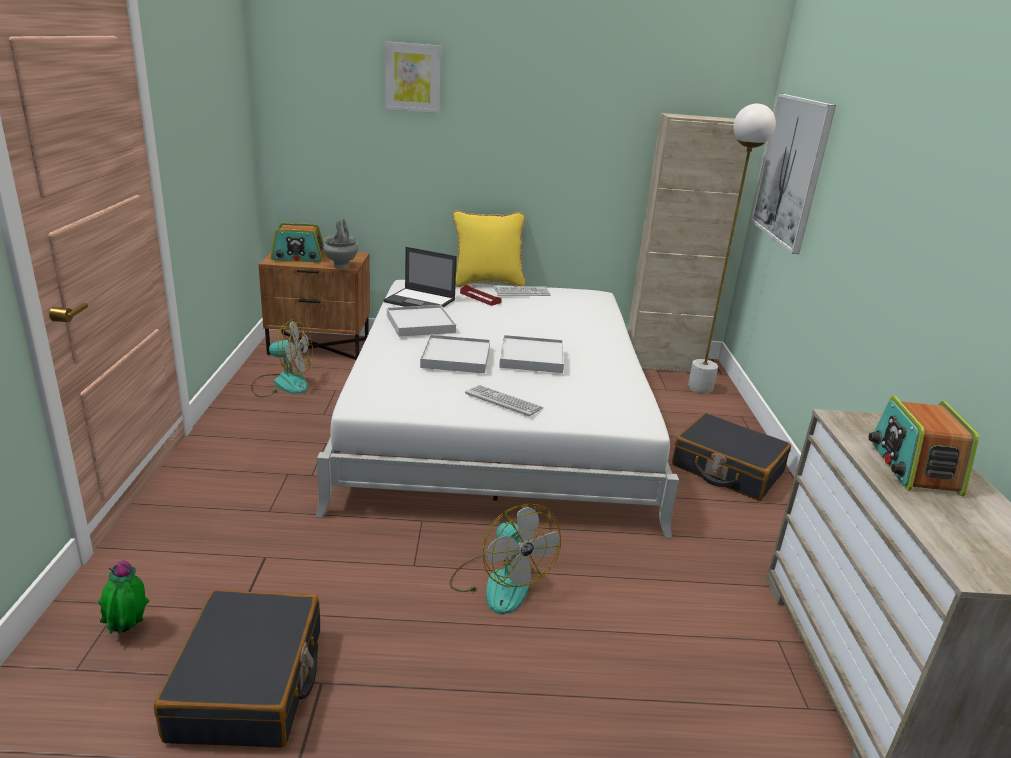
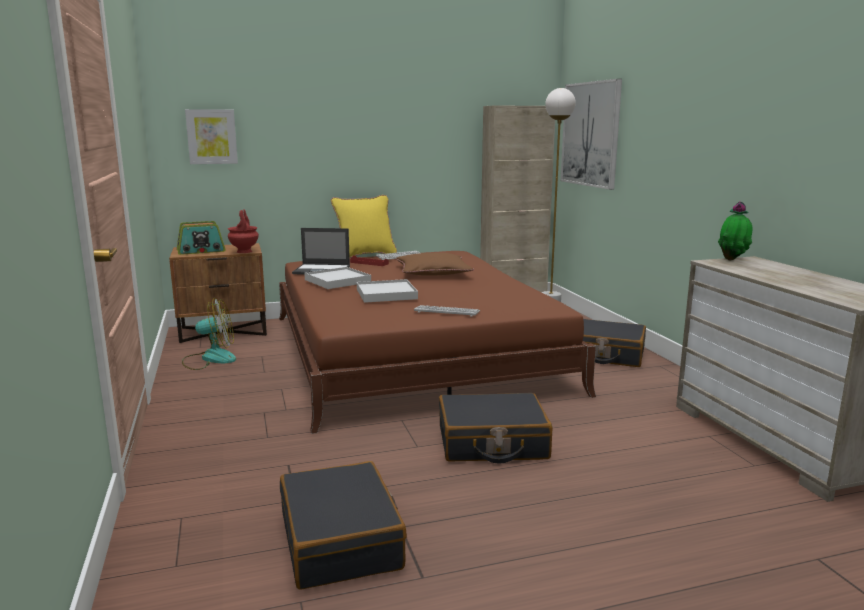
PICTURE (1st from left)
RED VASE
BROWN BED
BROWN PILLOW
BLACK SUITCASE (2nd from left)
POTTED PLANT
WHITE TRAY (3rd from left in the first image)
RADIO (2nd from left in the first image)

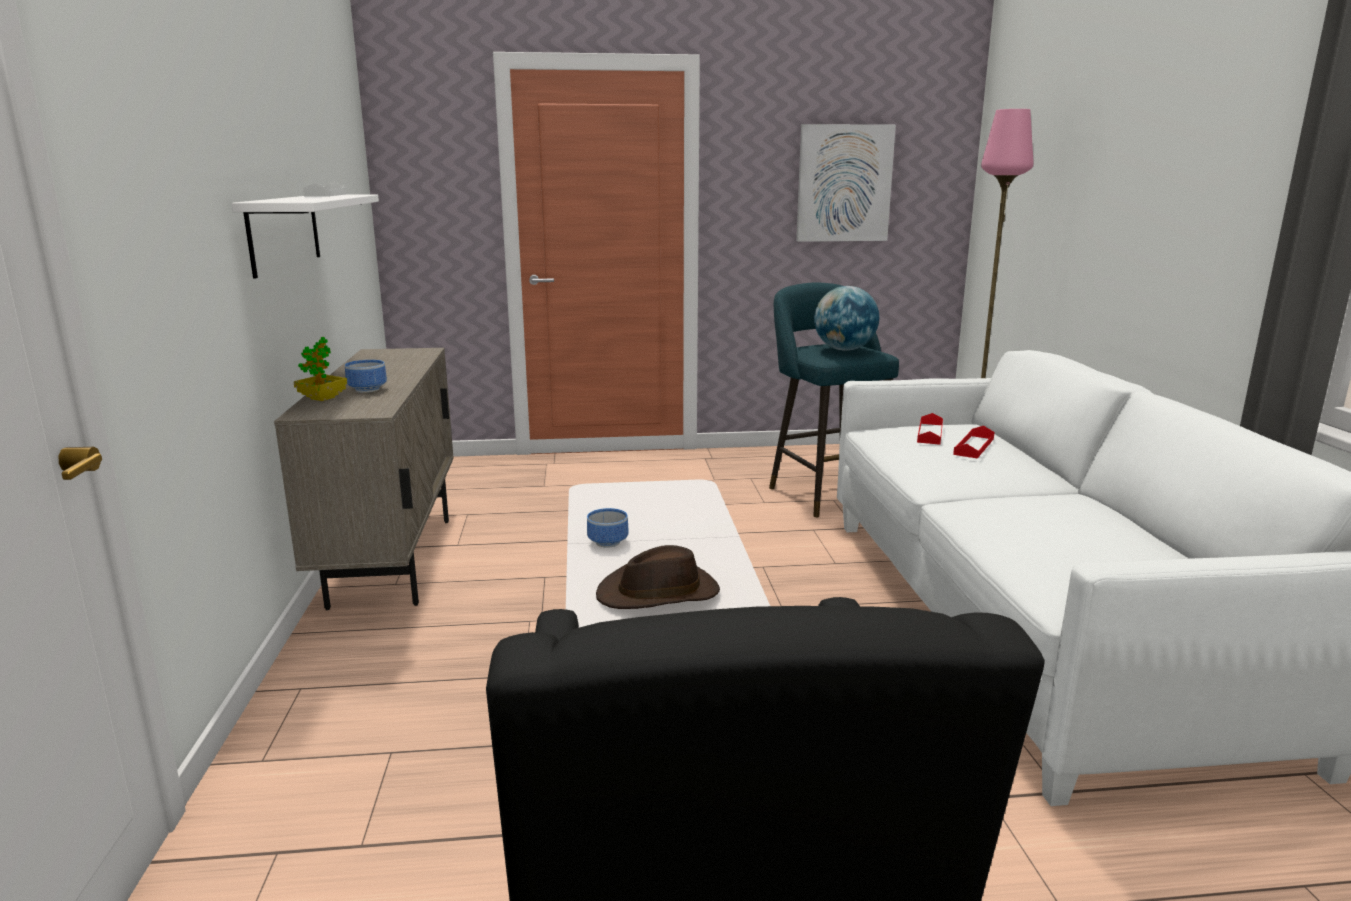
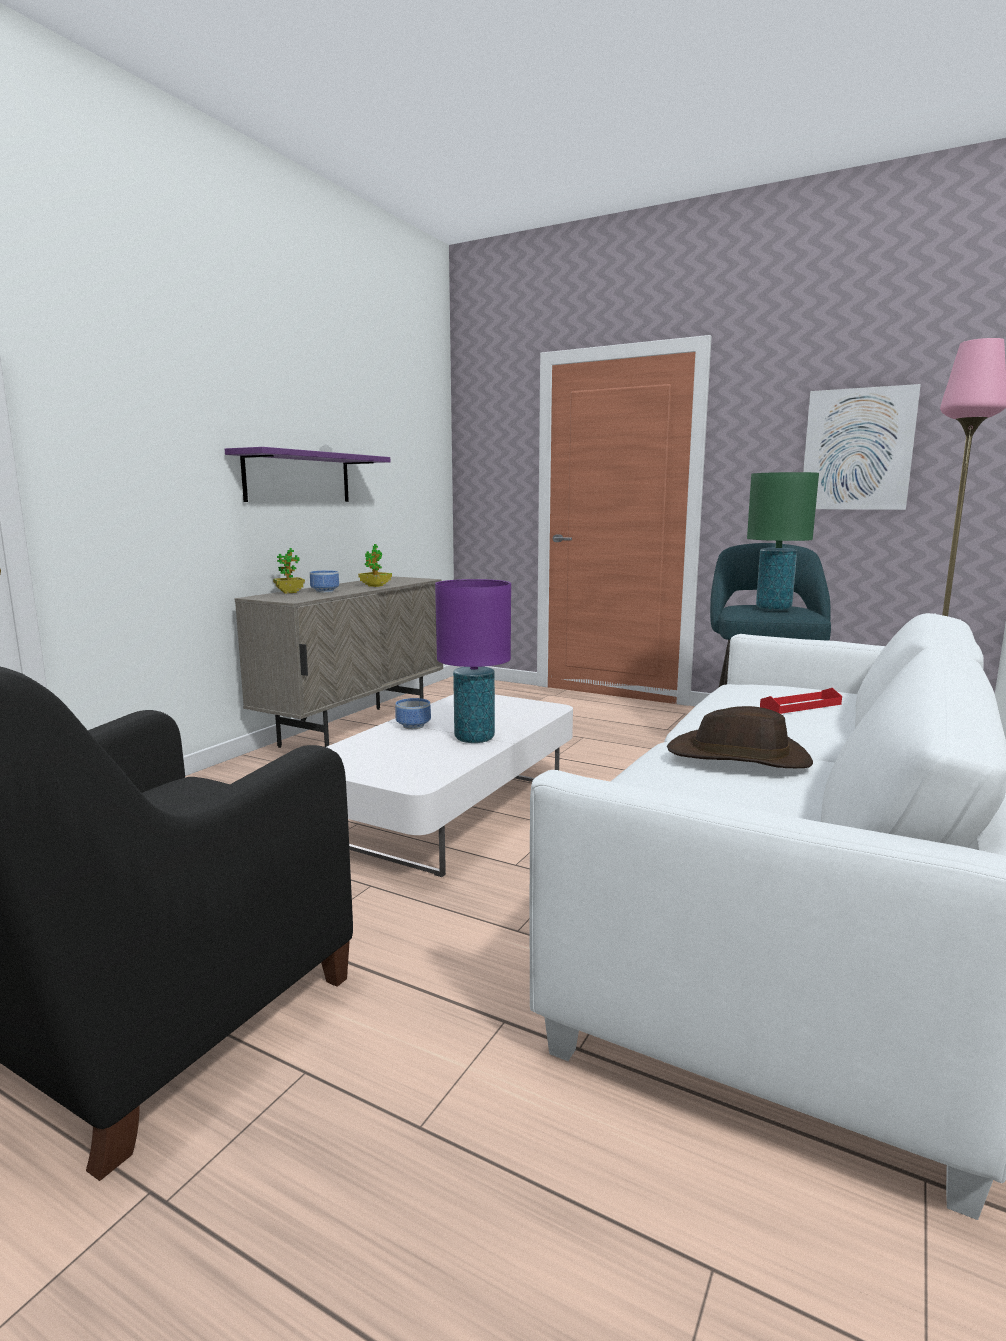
PURPLE SHELF
POTTED PLANT (2nd from left)
PURPLE TABLE LAMP
BROWN HAT
GREEN TABLE LAMP
RED TRAY (1st from left in the first image)

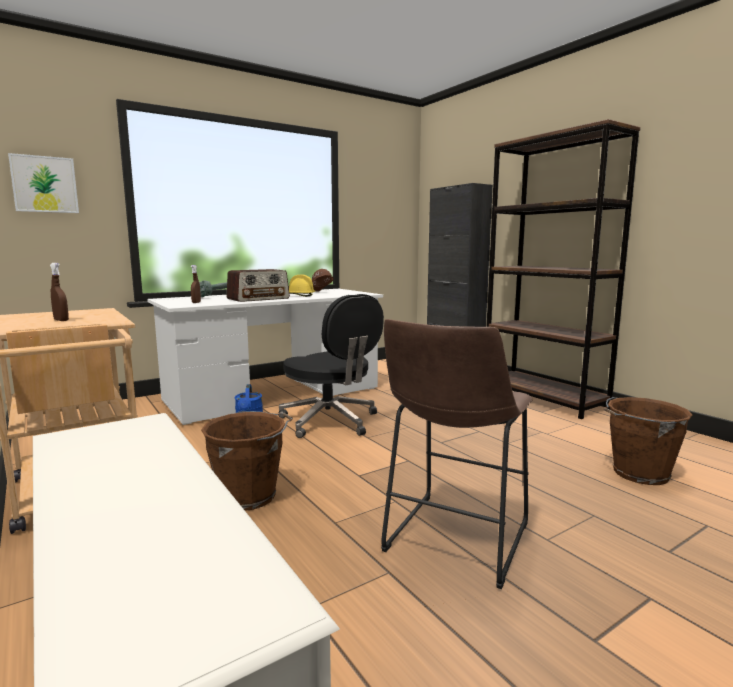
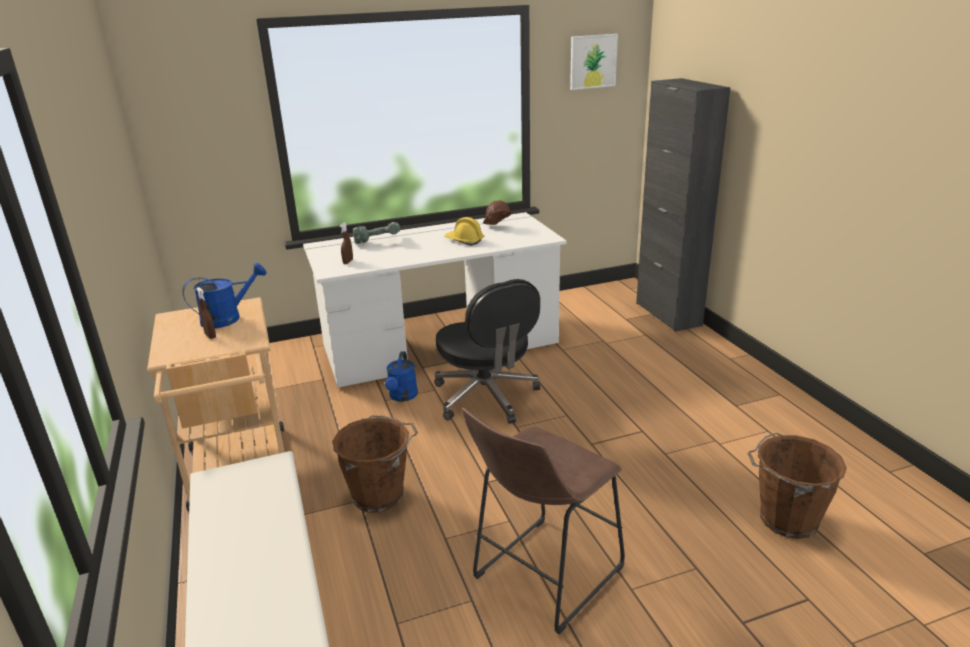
BLUE WATERING CAN (1st from left)
PICTURE
RADIO
BROWN BOOKCASE

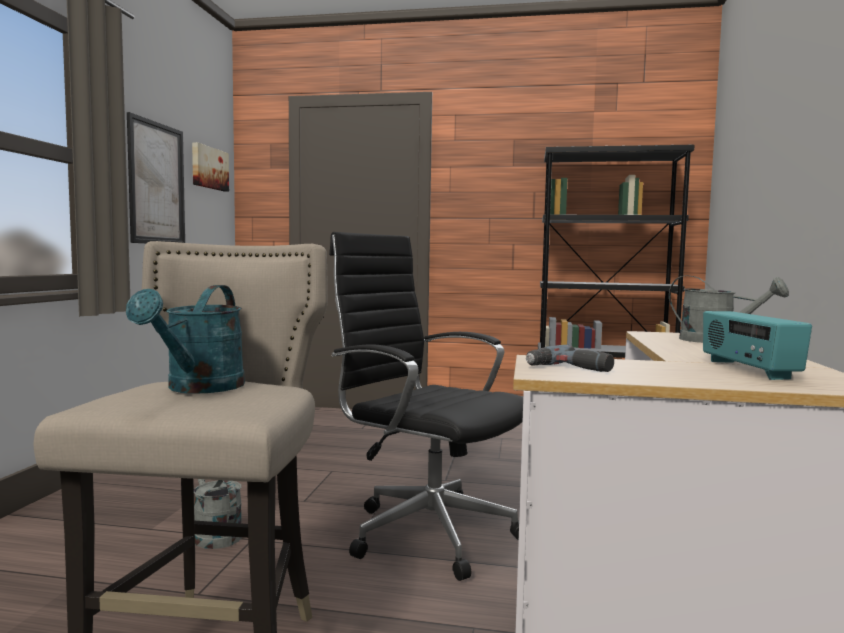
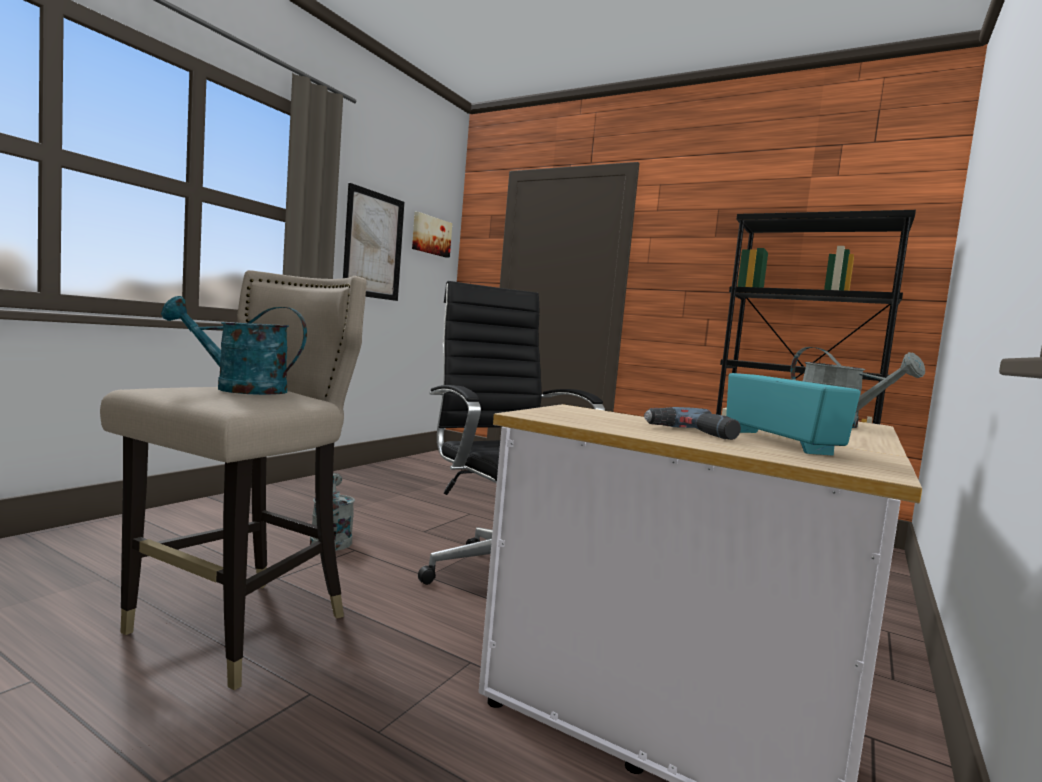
TURQUOISE WATERING CAN
POWER DRILL
RADIO

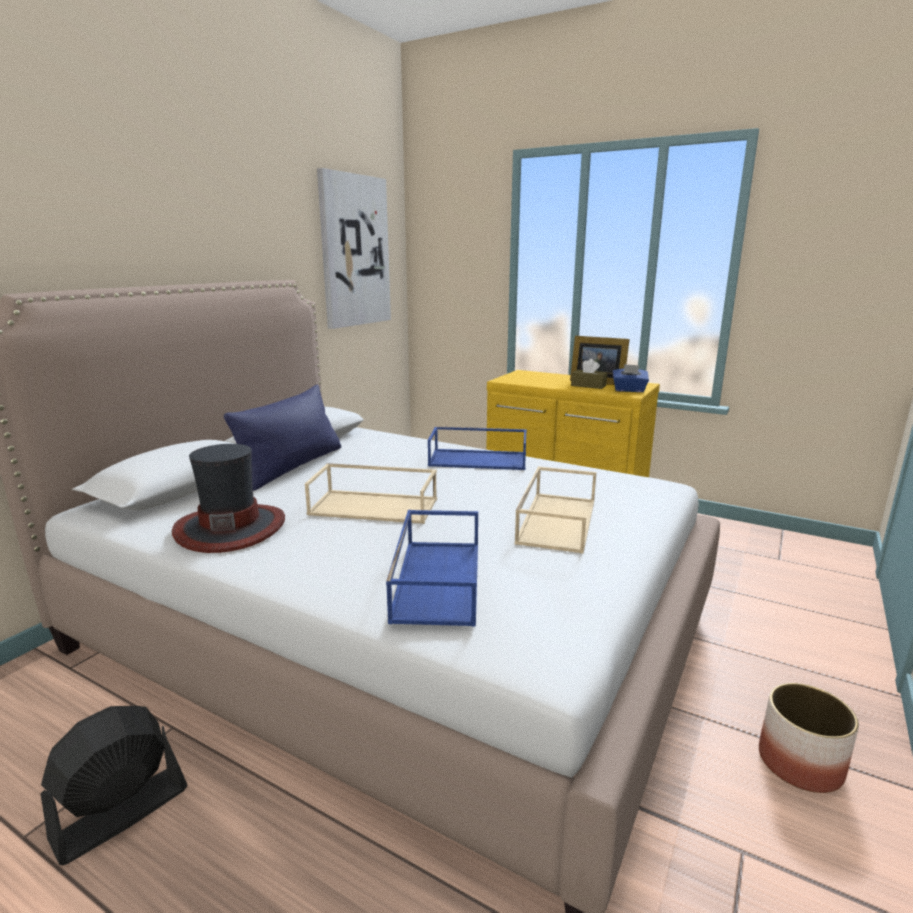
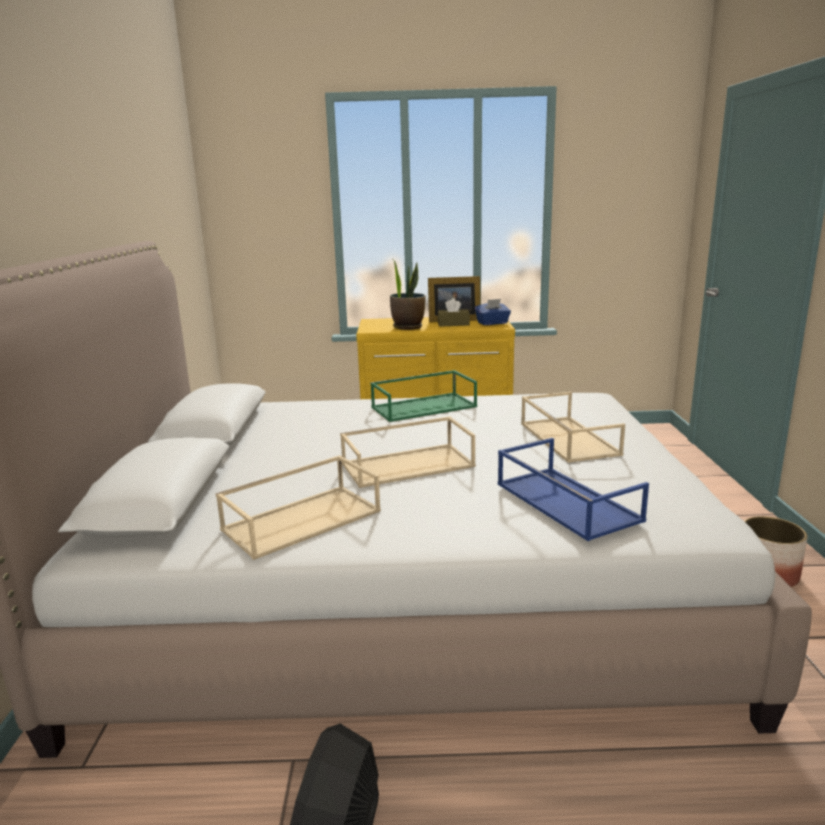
BEIGE TRAY (1st from left)
GREEN TRAY
POTTED PLANT
BLUE PILLOW
PICTURE

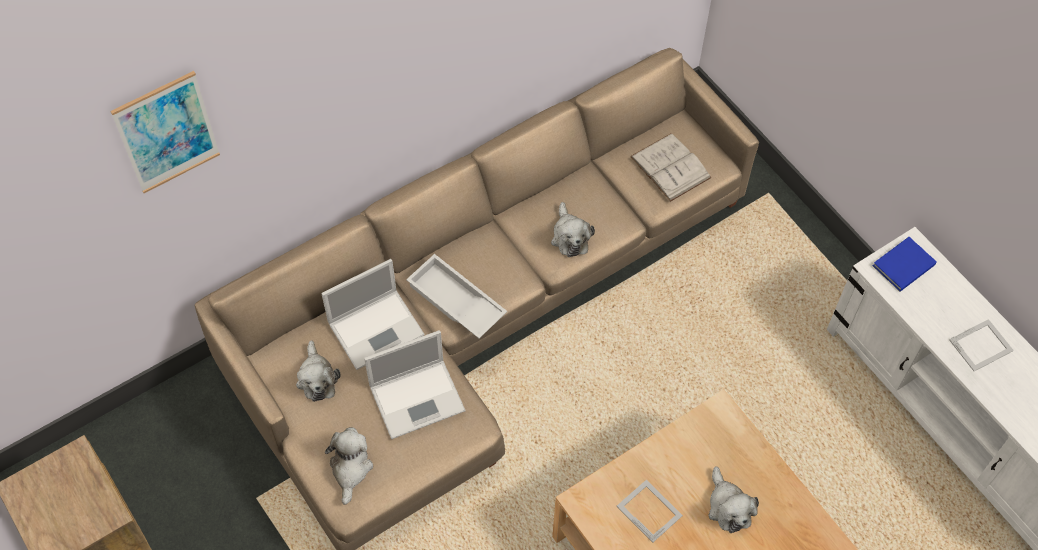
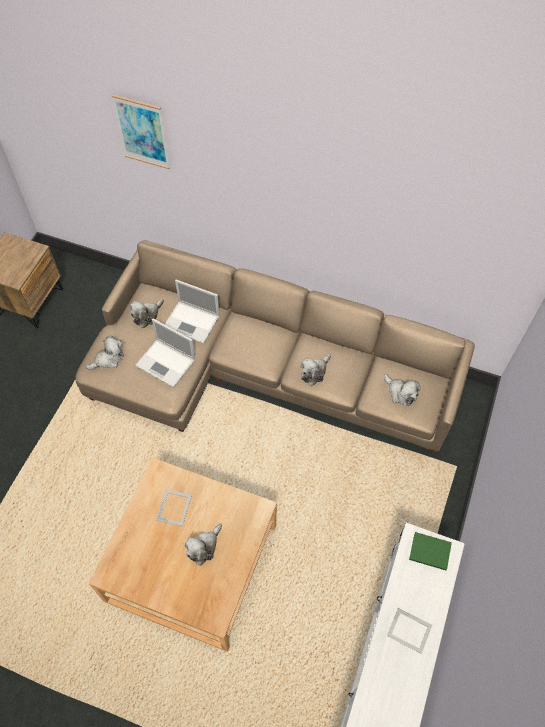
PLUSH TOY (5th from left)
GREEN BOOK
WHITE TRAY

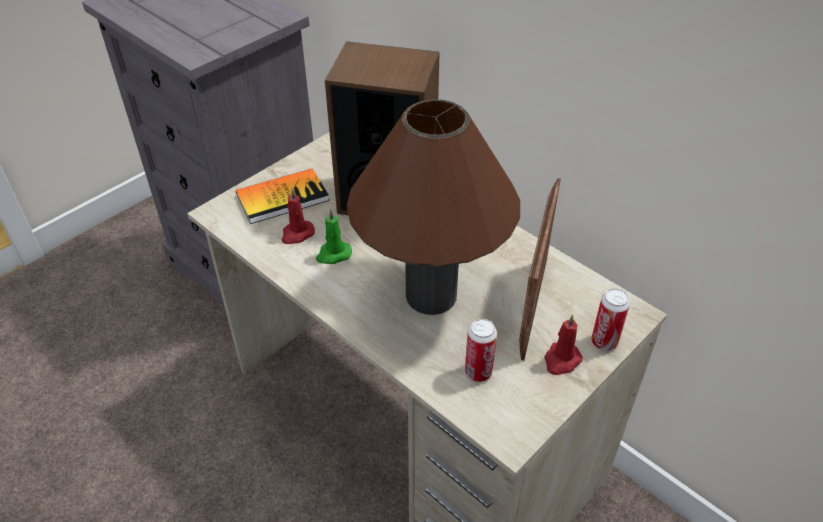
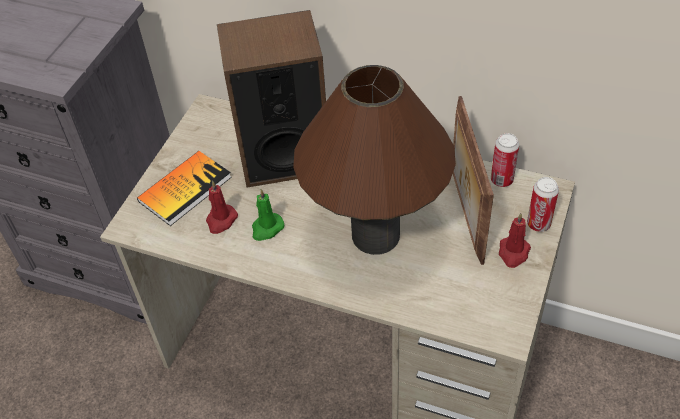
CAN (1st from left)

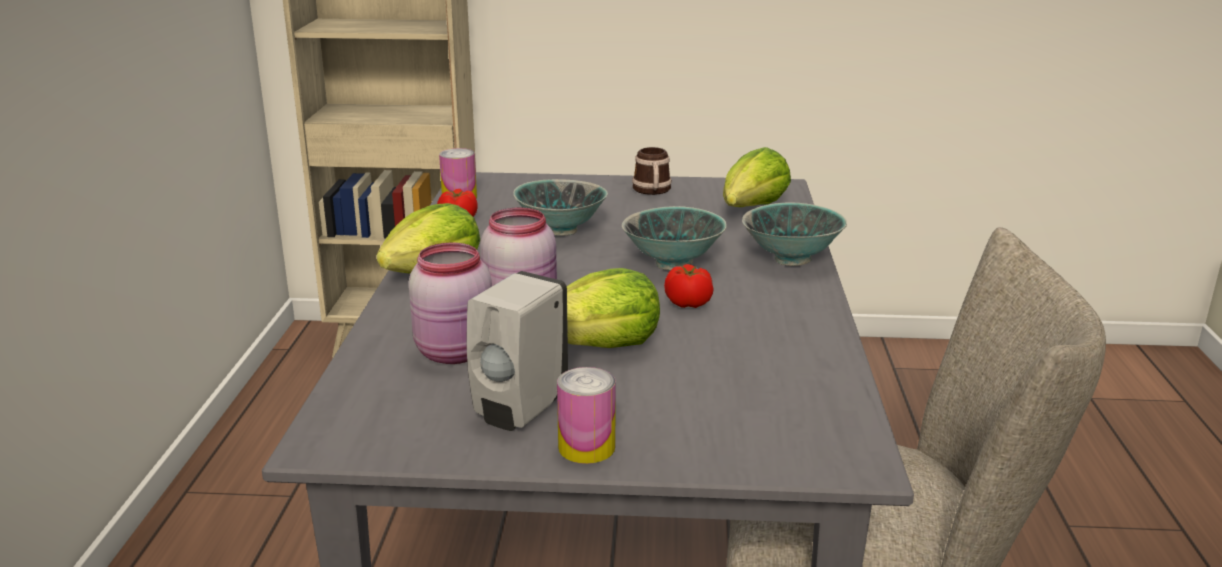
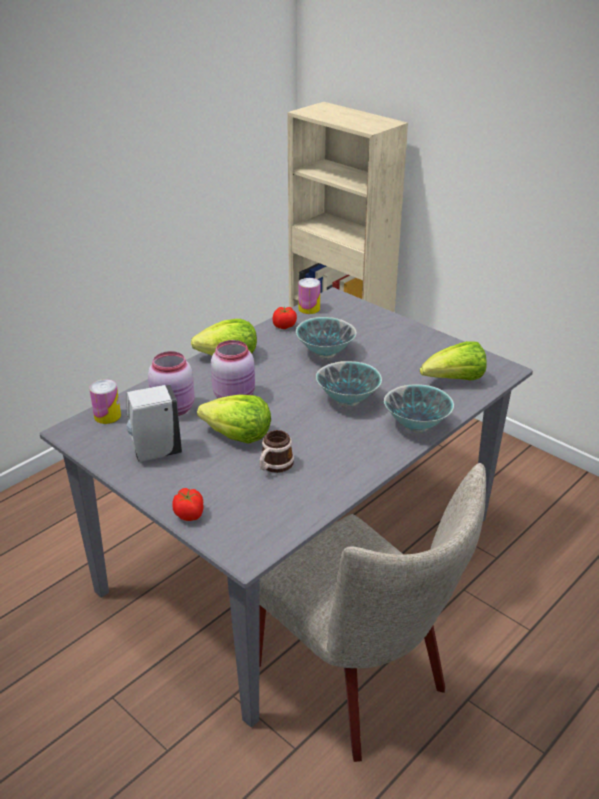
CAN (1st from left)
TOMATO (1st from left)
MUG

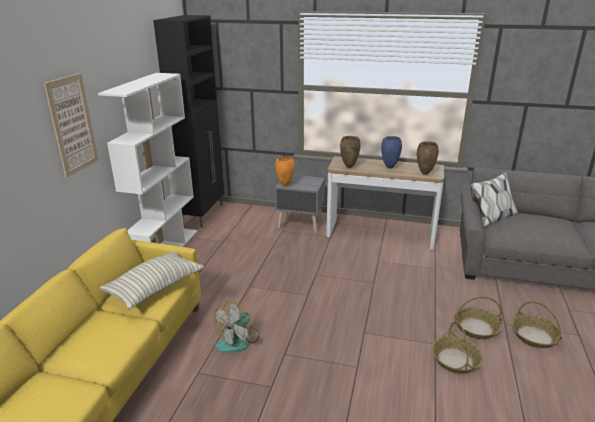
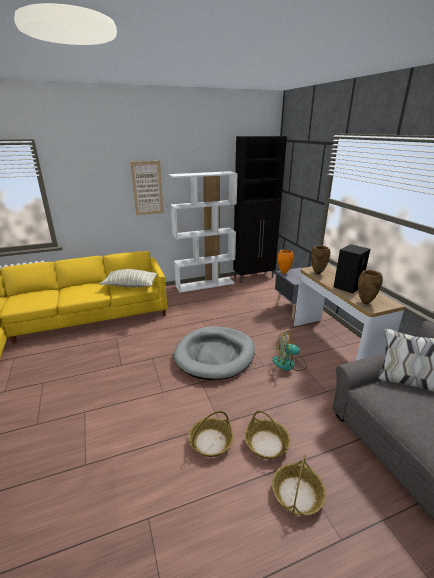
GREY DOG BED
FAN
BLACK SPEAKER

